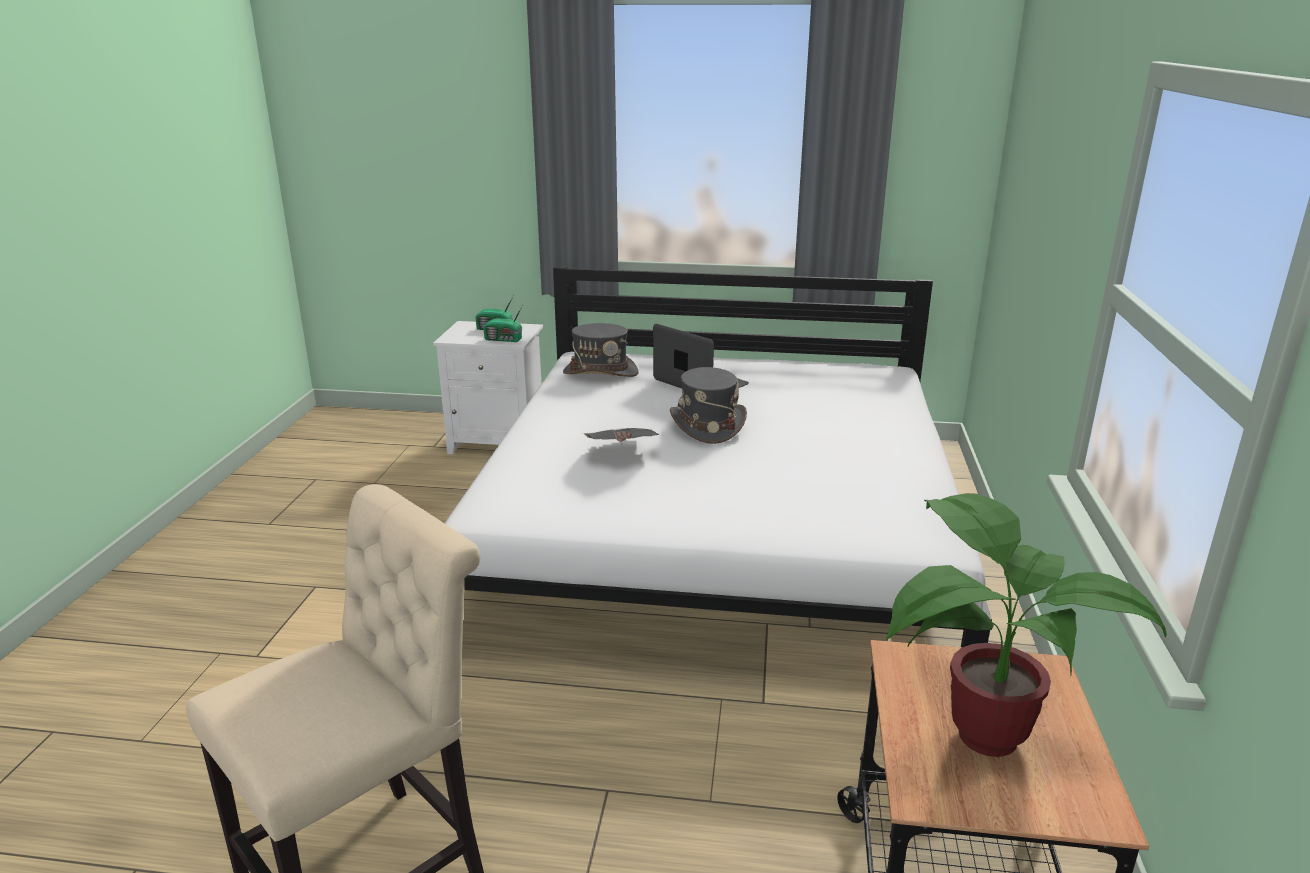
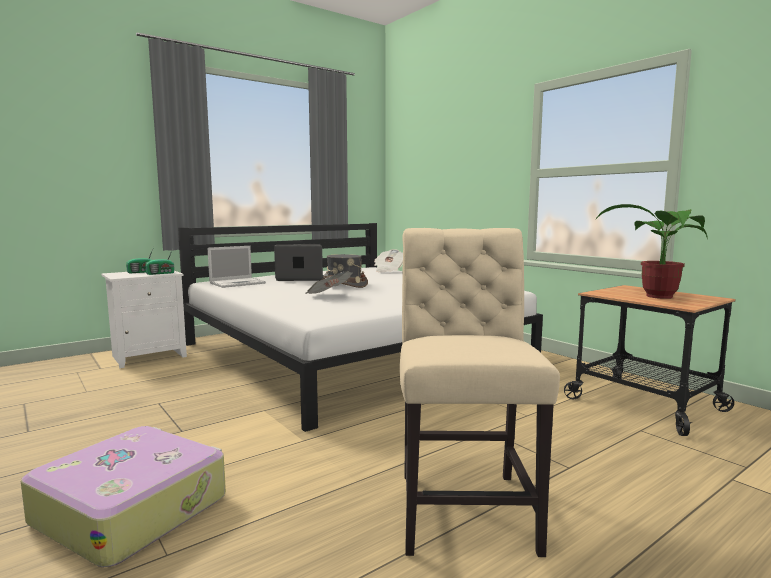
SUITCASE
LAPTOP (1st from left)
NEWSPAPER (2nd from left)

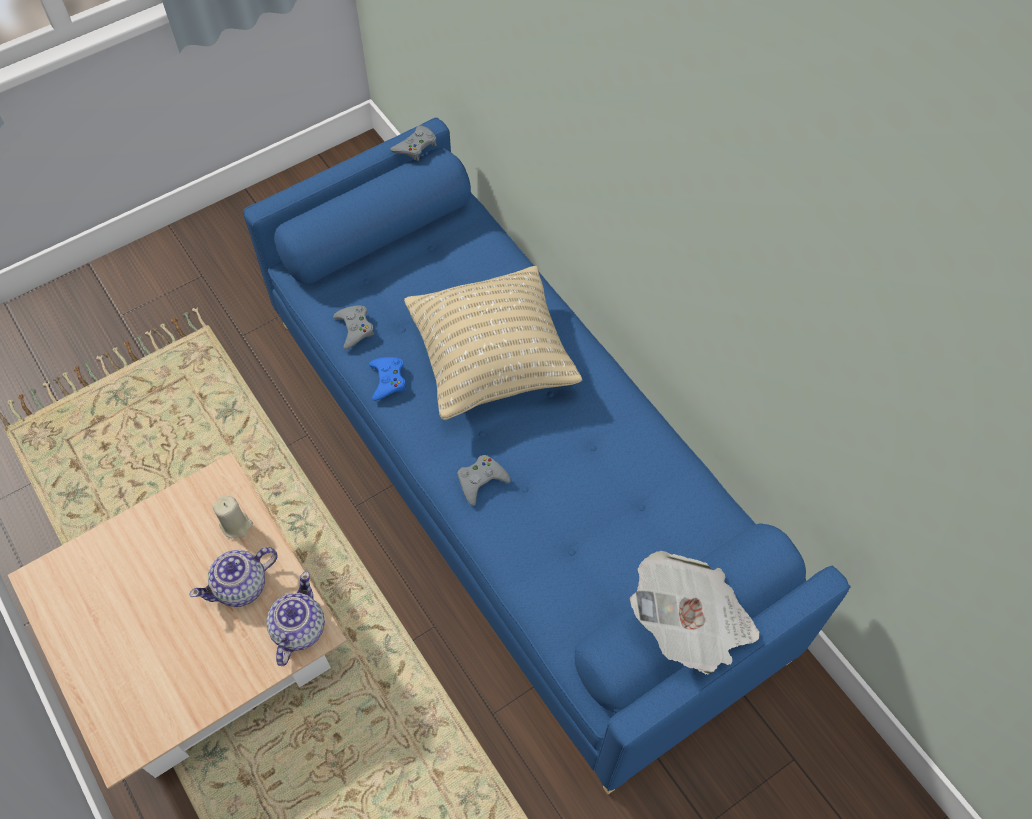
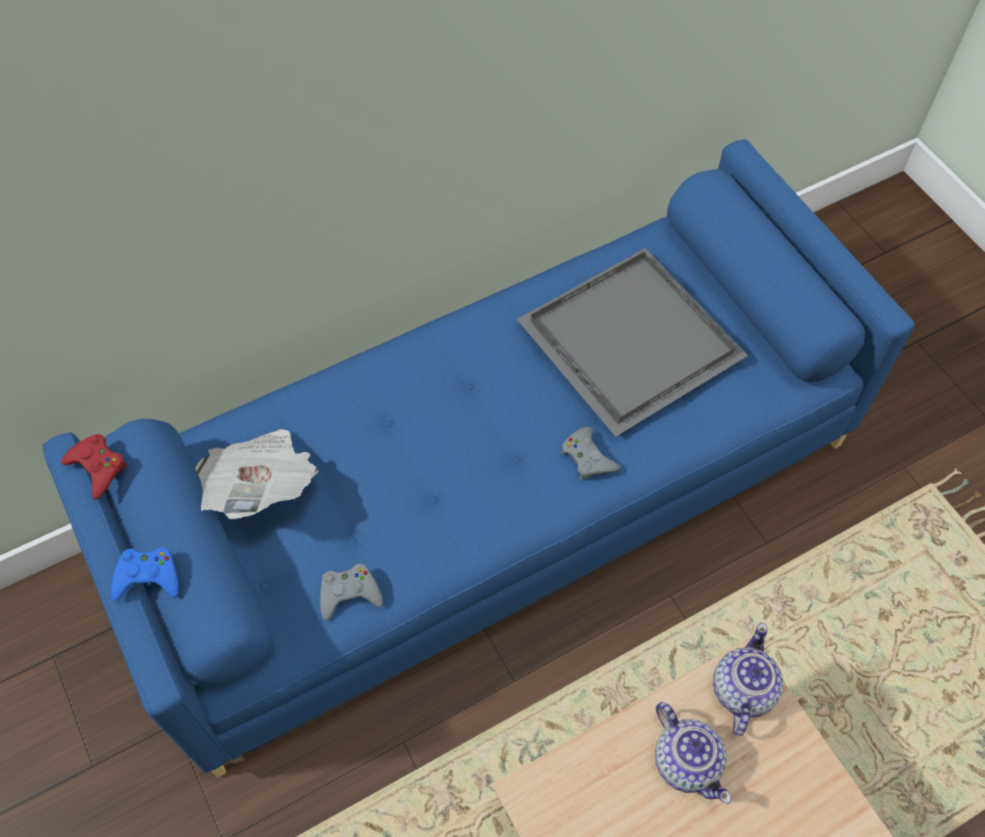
RED GAME CONTROLLER
BLUE GAME CONTROLLER
NEWSPAPER
GREY TRAY
TEAPOT (2nd from left)
BEIGE CANDLE
BEIGE PILLOW

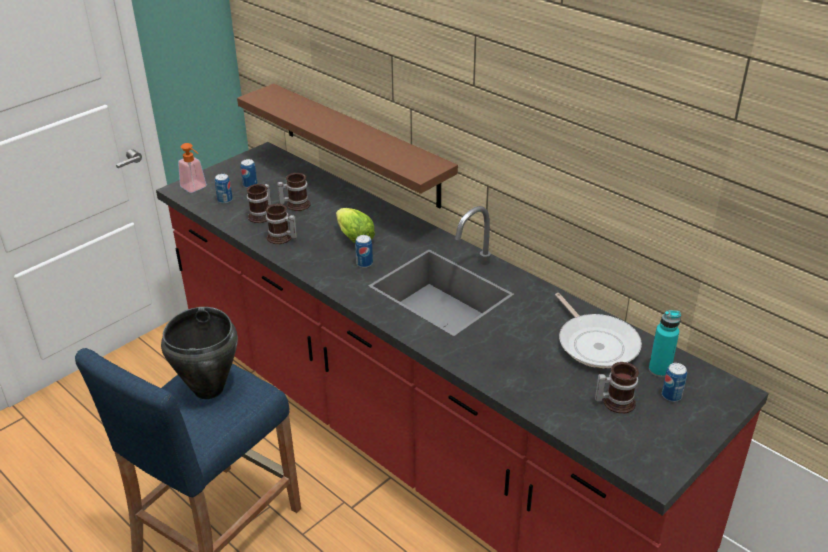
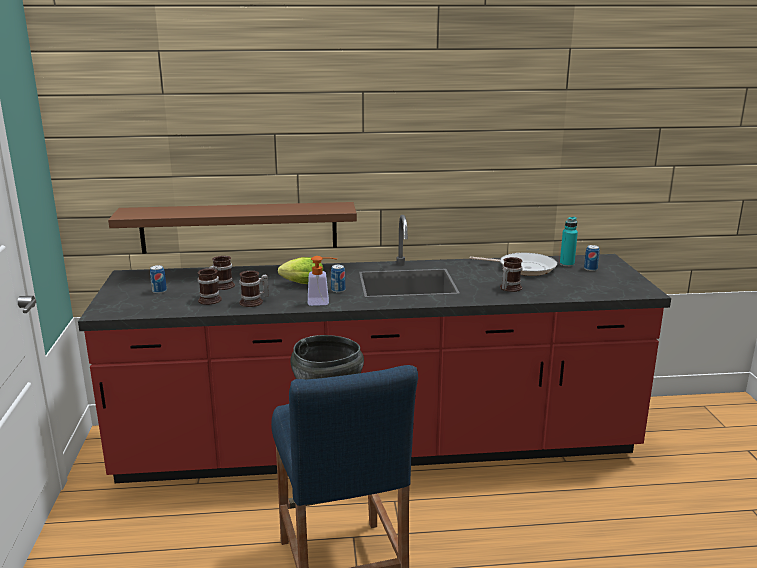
SOAP DISPENSER
MUG (4th from left)
CAN (1st from left in the first image)

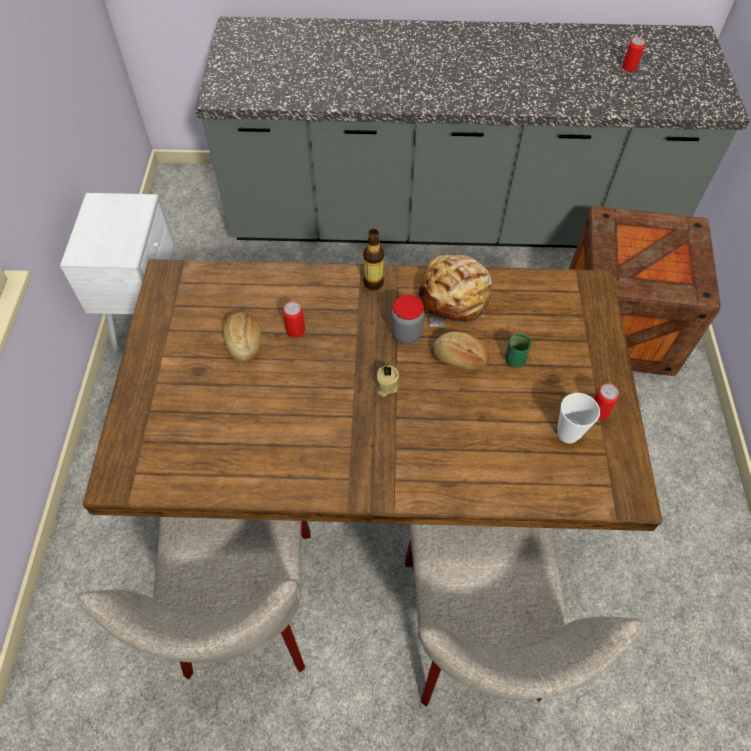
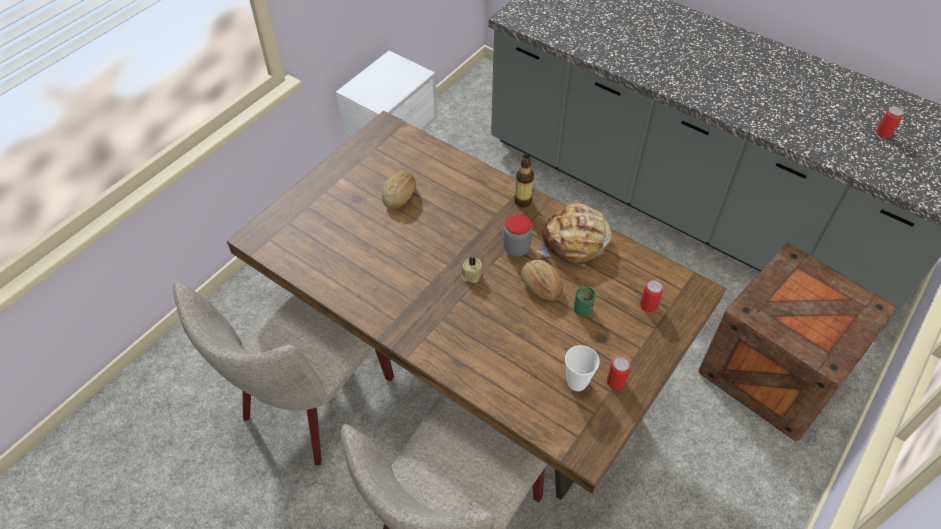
CAN (2nd from left)

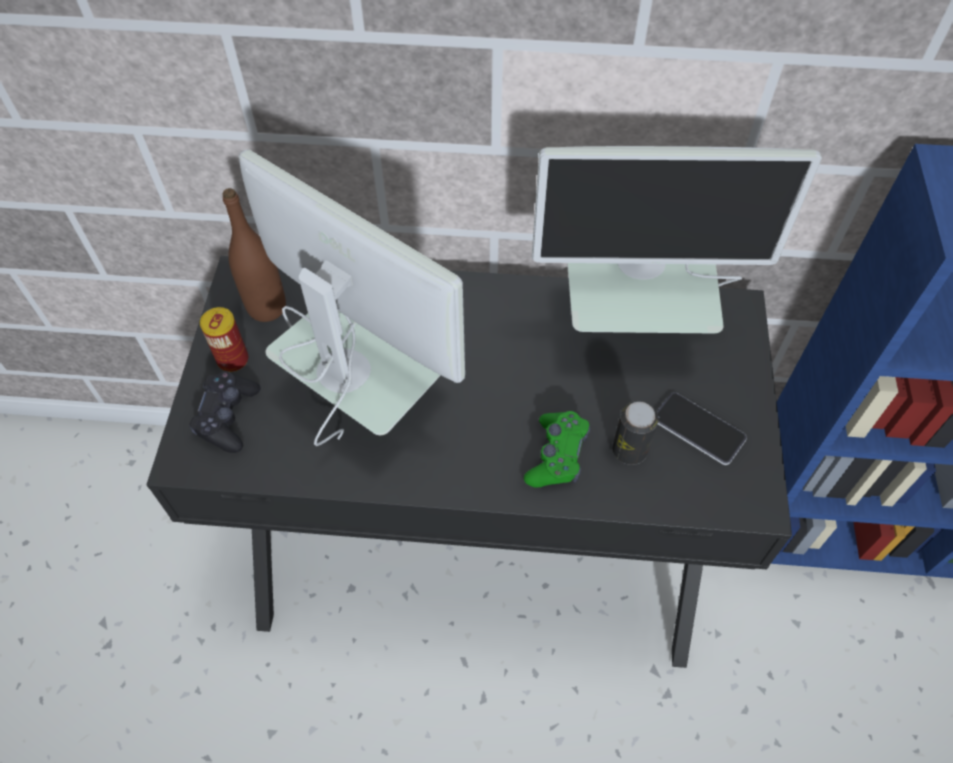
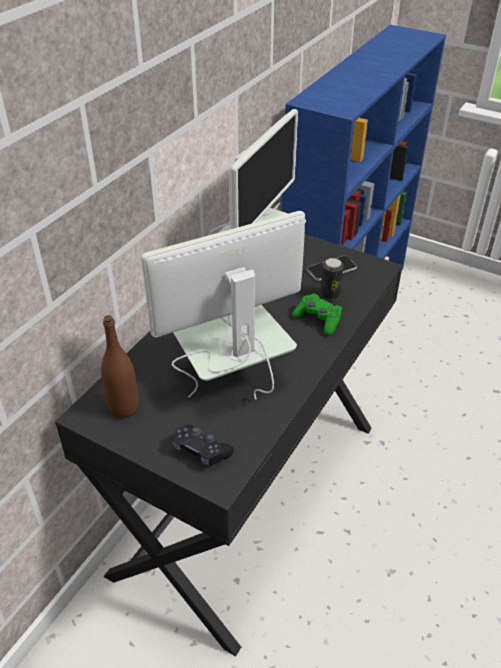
CAN (1st from left in the first image)

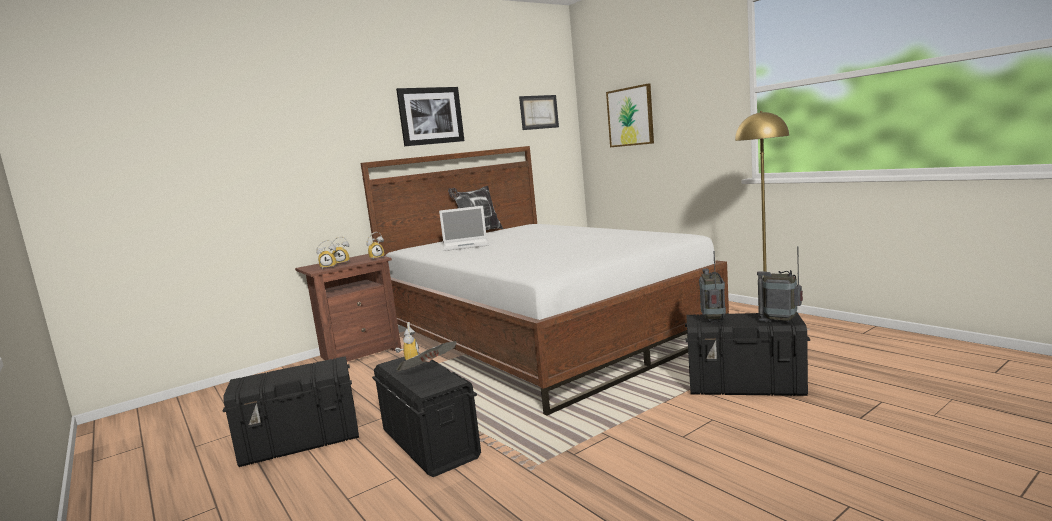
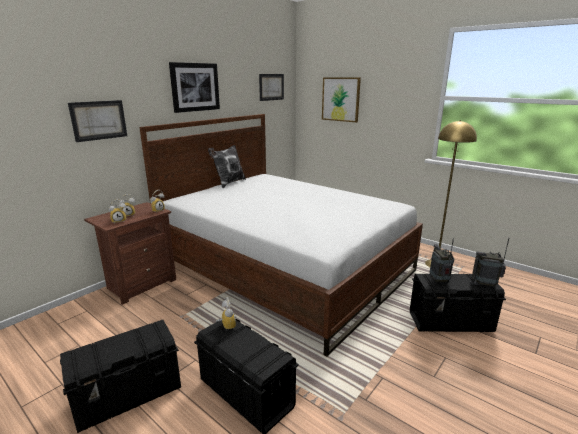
PICTURE (1st from left)
NEWSPAPER
LAPTOP

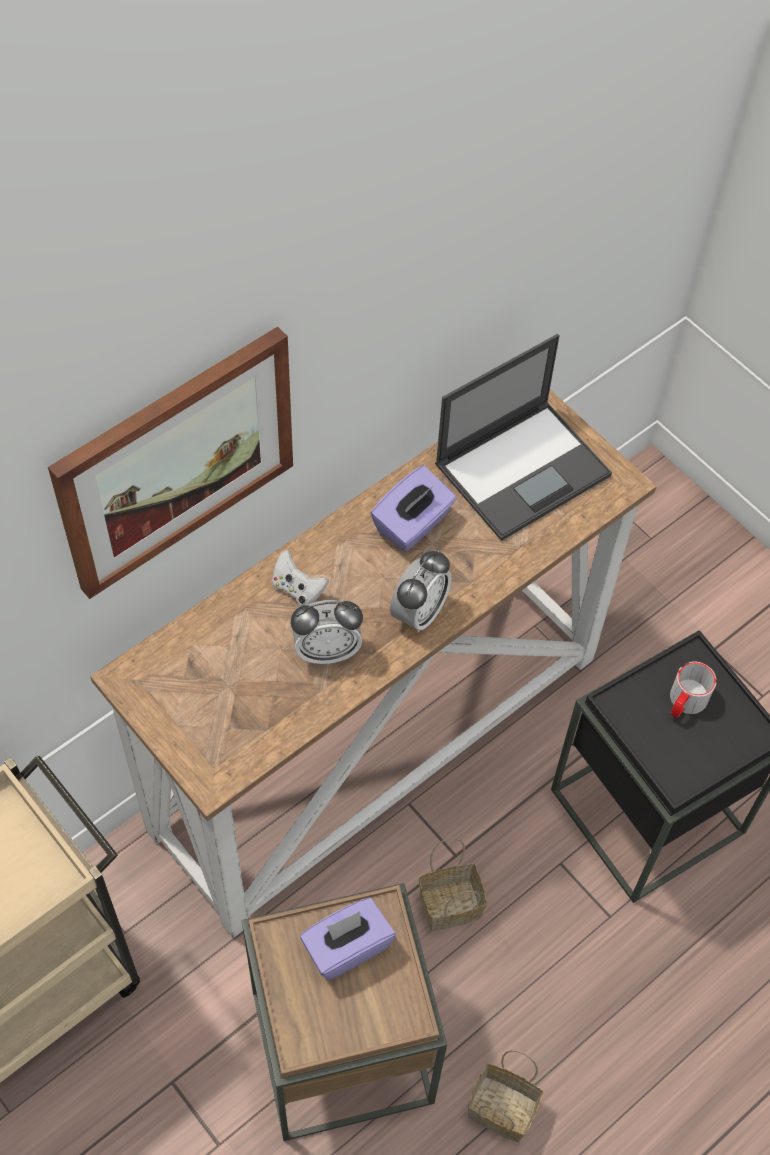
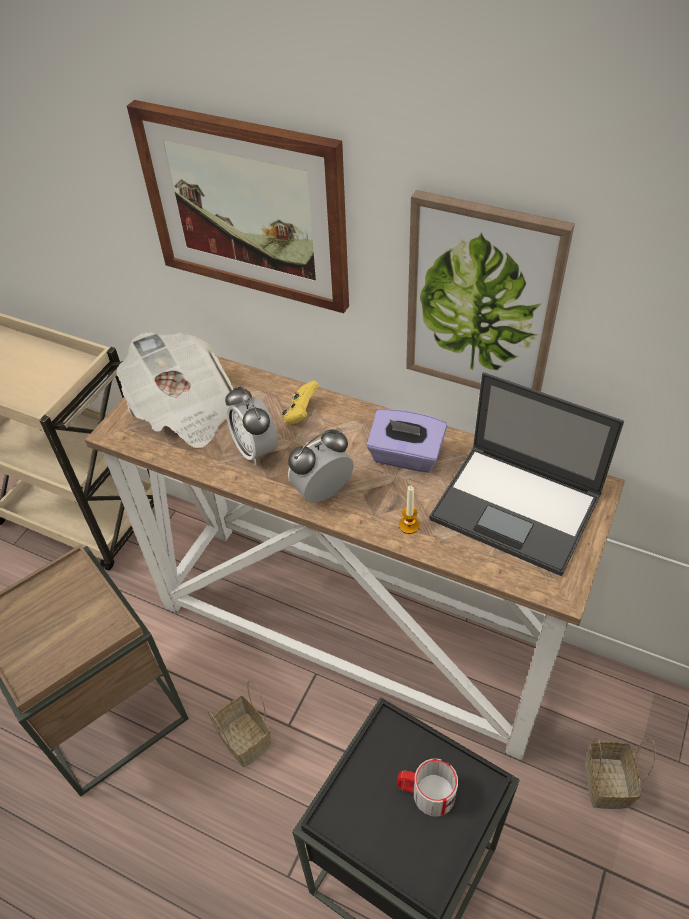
NEWSPAPER
YELLOW GAME CONTROLLER
ALARM CLOCK (2nd from left)
CANDLE
PICTURE (2nd from left)
BASKET (2nd from left)
PURPLE TISSUE BOX (1st from left in the first image)

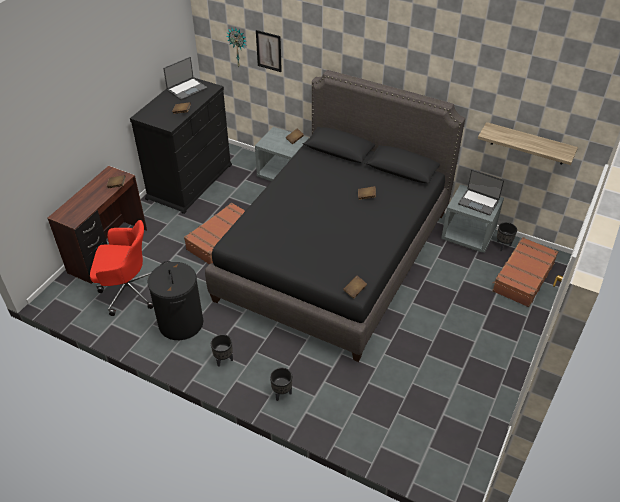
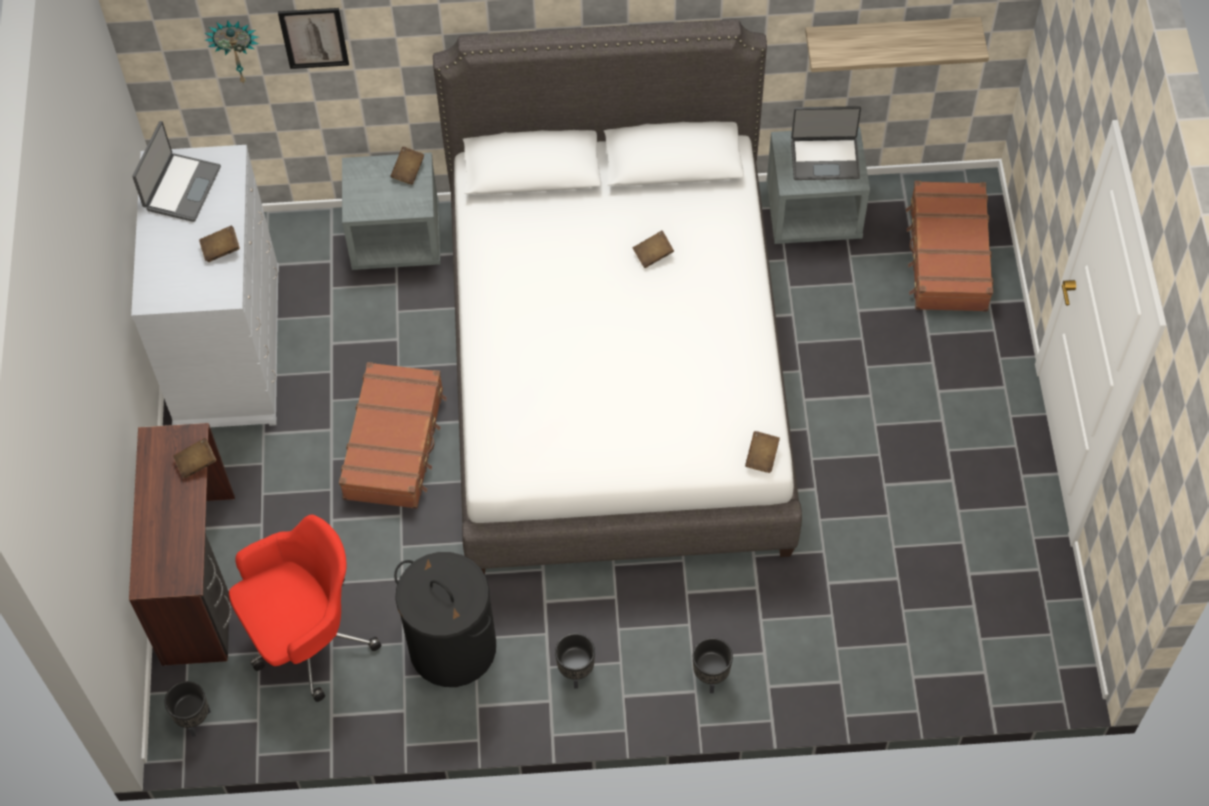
WHITE DRESSER
BLACK PLANTER (1st from left)
WHITE BED

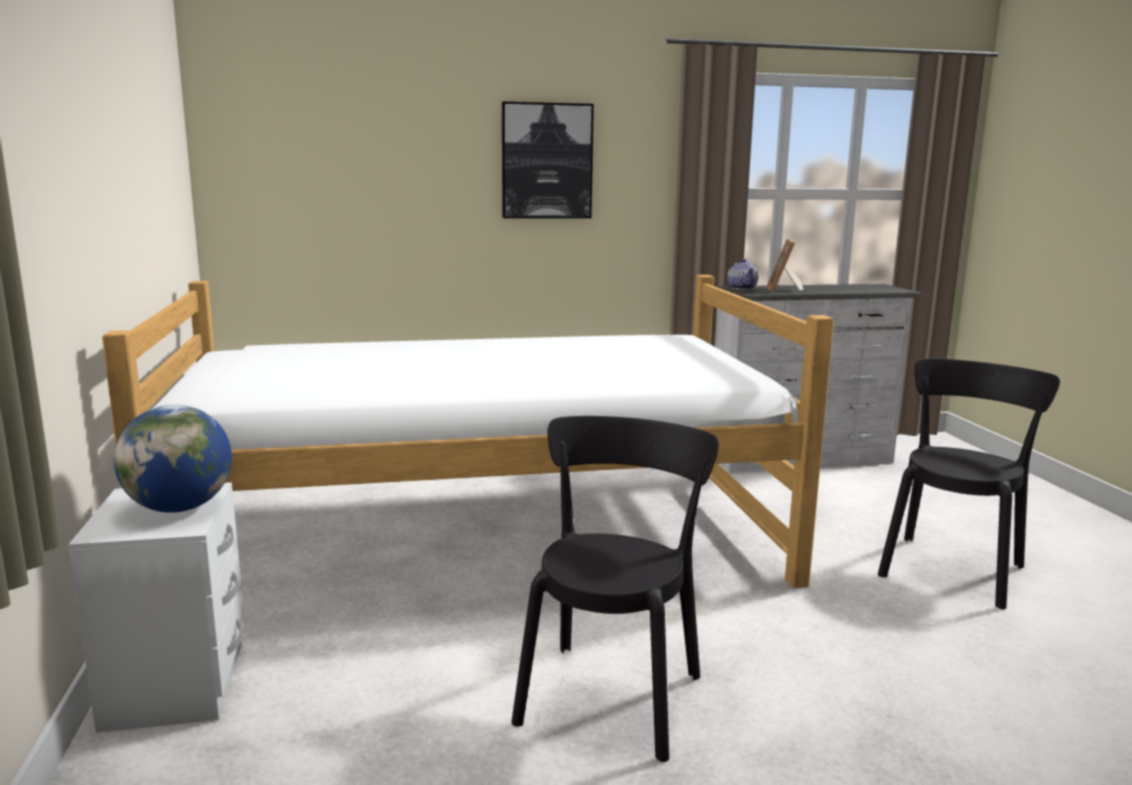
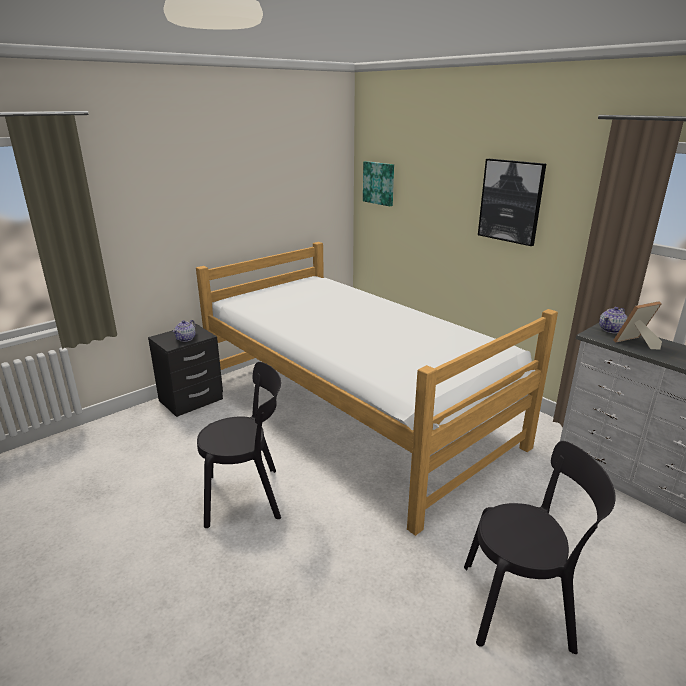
BLACK NIGHTSTAND
TEAPOT (1st from left)
PICTURE (1st from left)

